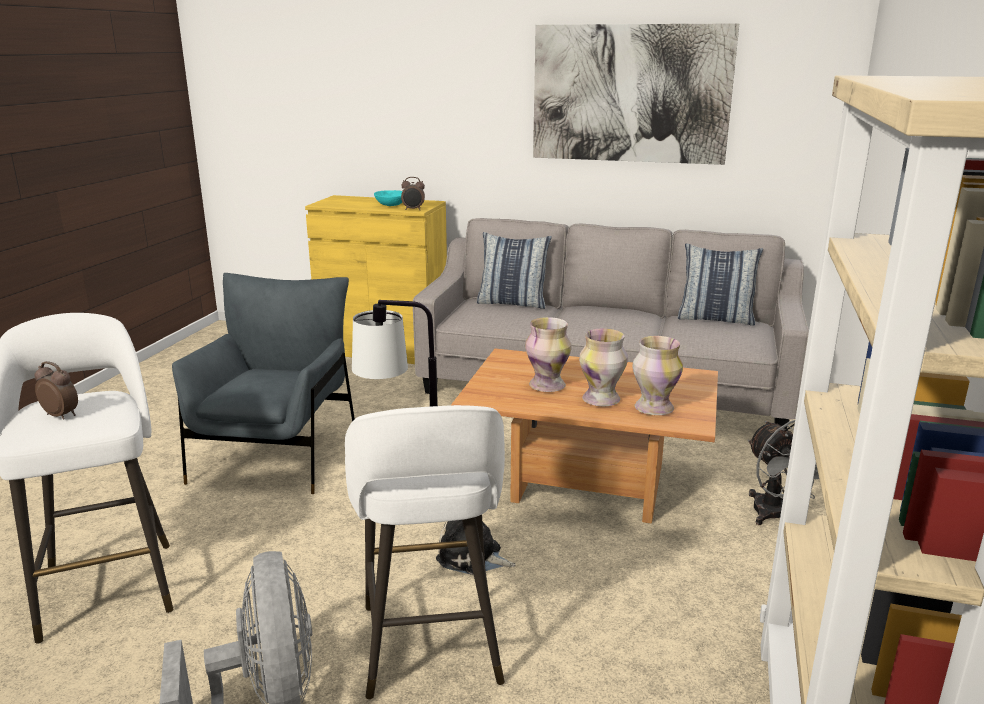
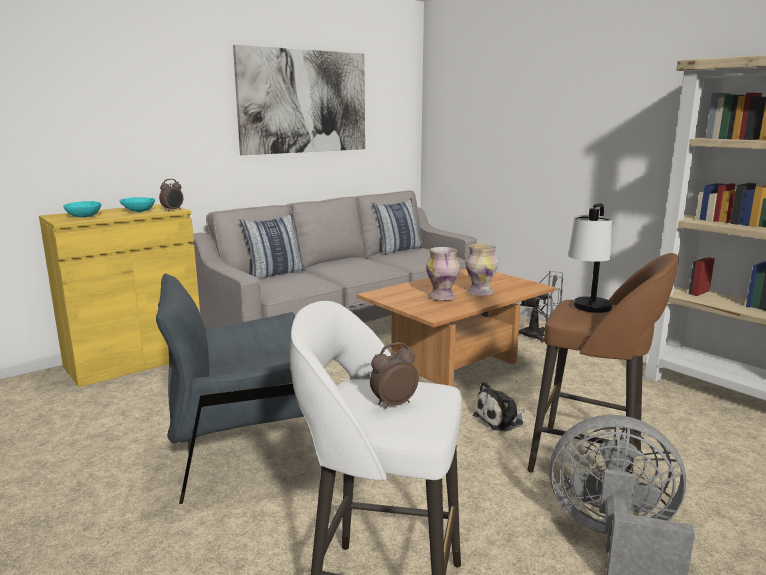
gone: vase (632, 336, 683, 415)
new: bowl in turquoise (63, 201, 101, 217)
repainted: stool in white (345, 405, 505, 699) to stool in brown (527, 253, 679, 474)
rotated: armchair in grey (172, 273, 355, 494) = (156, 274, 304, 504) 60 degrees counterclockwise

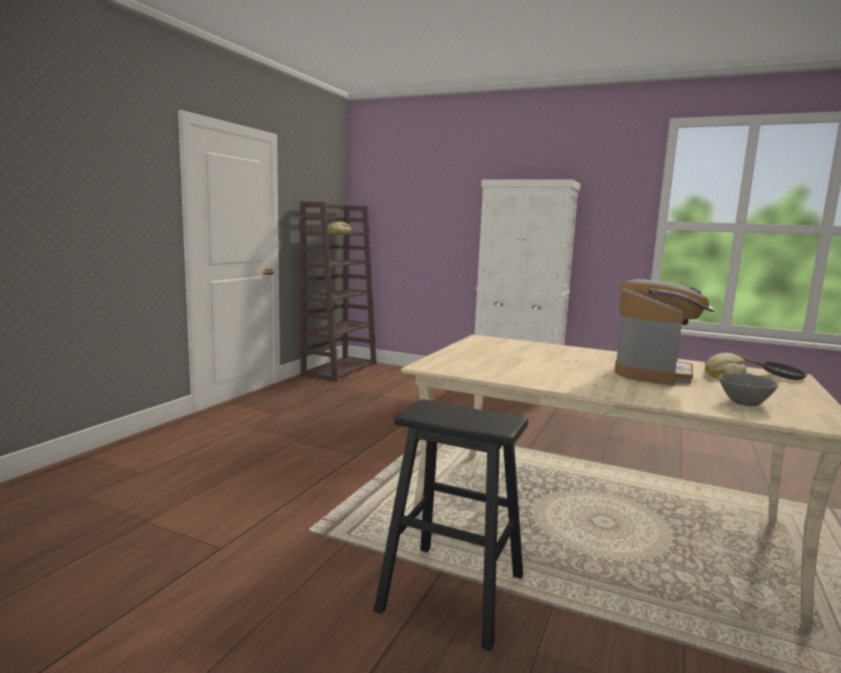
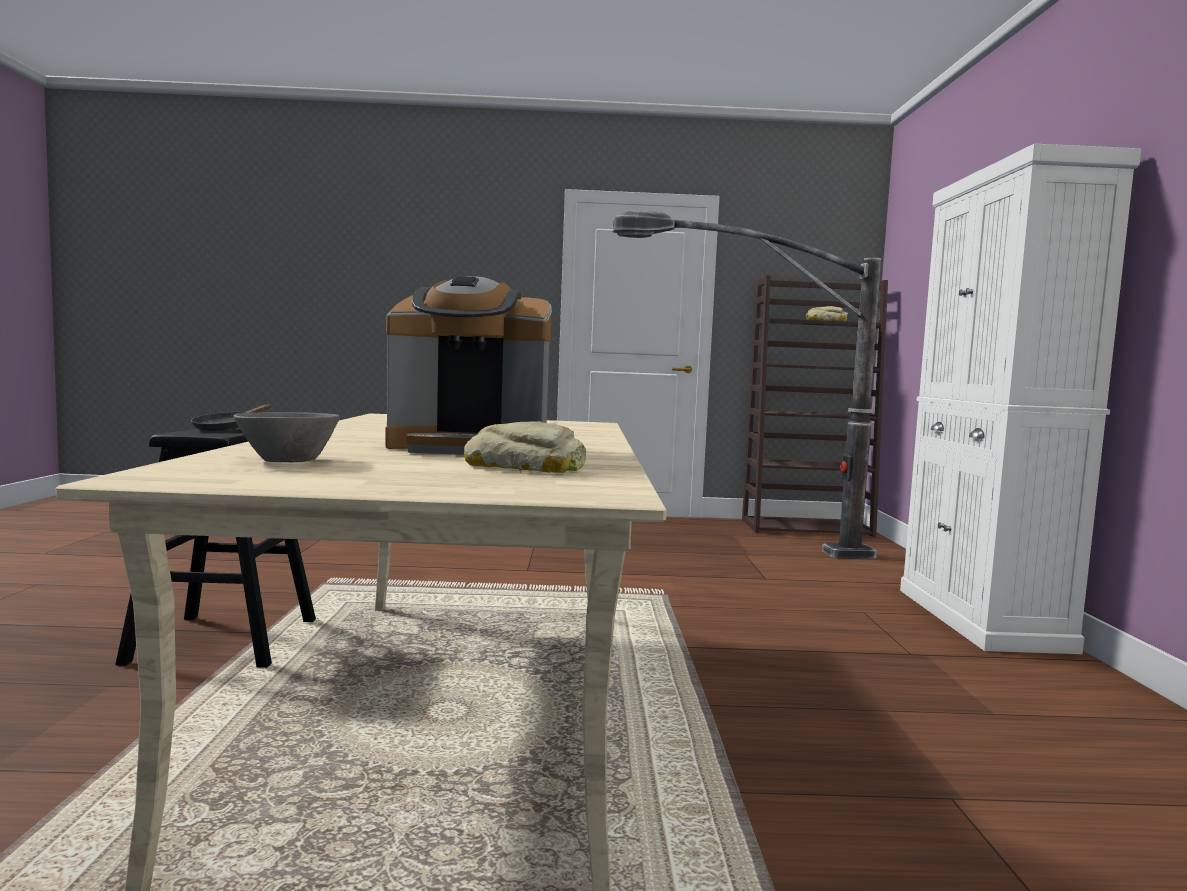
new: floor lamp (612, 211, 881, 559)
shifted: frying pan in black (733, 353, 807, 380) to (191, 404, 271, 431)

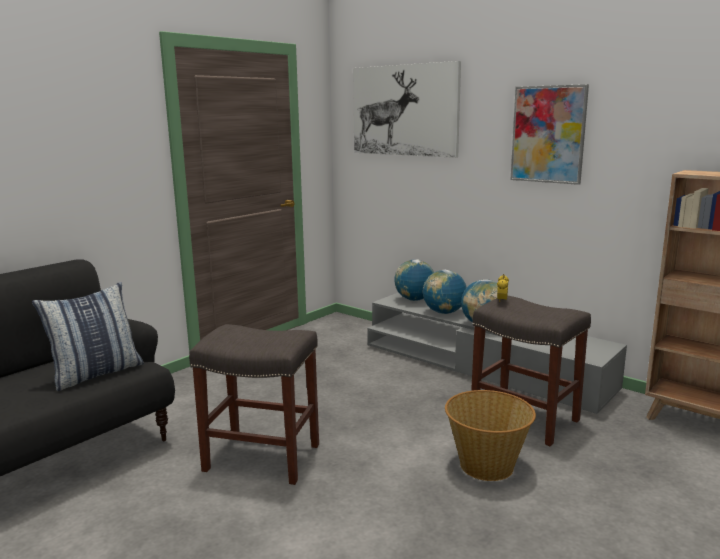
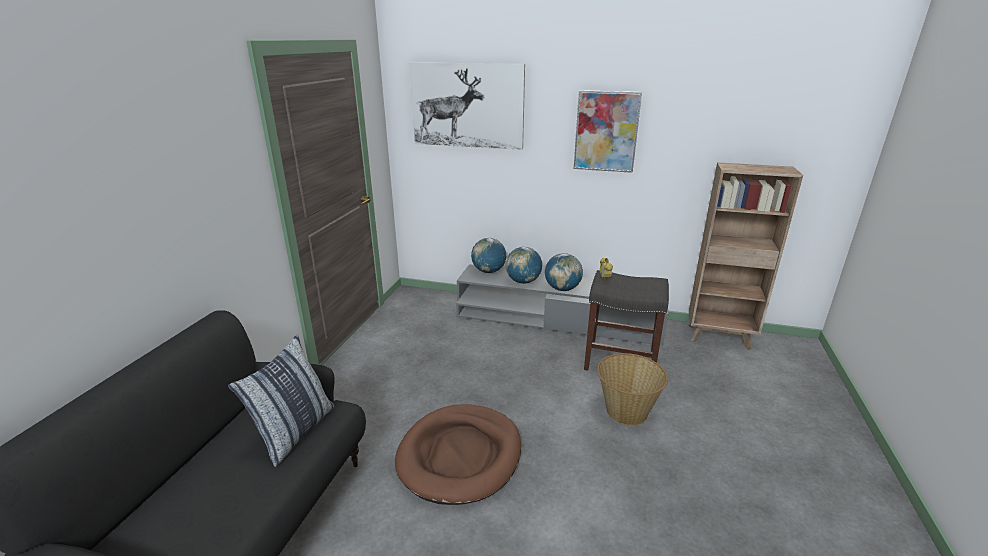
swapped: stool in grey (189, 324, 319, 485) to dog bed in brown (395, 404, 521, 505)

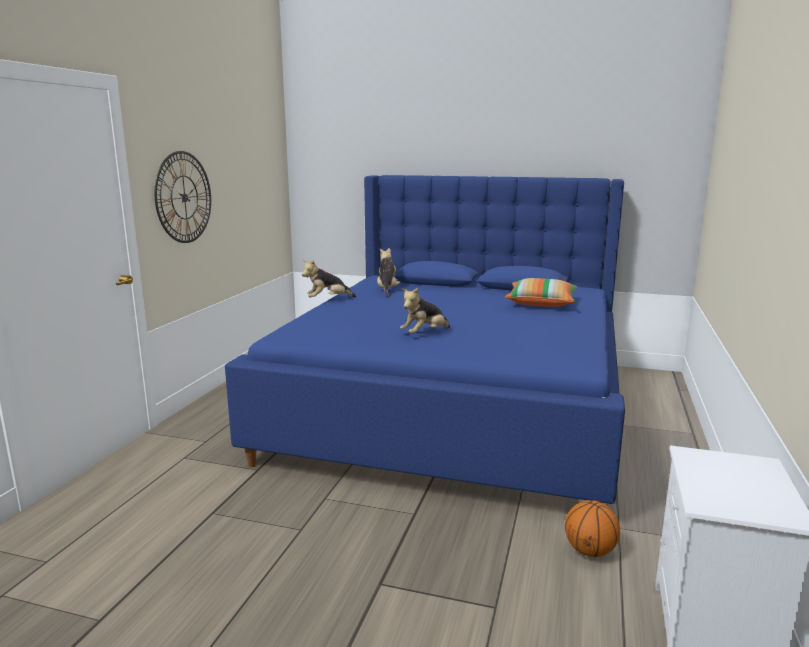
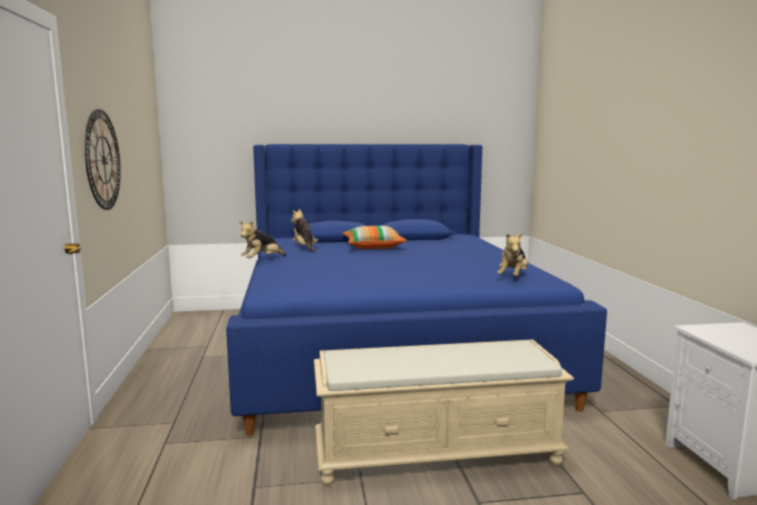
gone: basketball (565, 500, 620, 557)
new: bench in beige (314, 339, 574, 486)
shifted: pillow (505, 278, 577, 307) to (342, 226, 408, 249); plush toy (400, 288, 450, 334) to (497, 232, 529, 277)

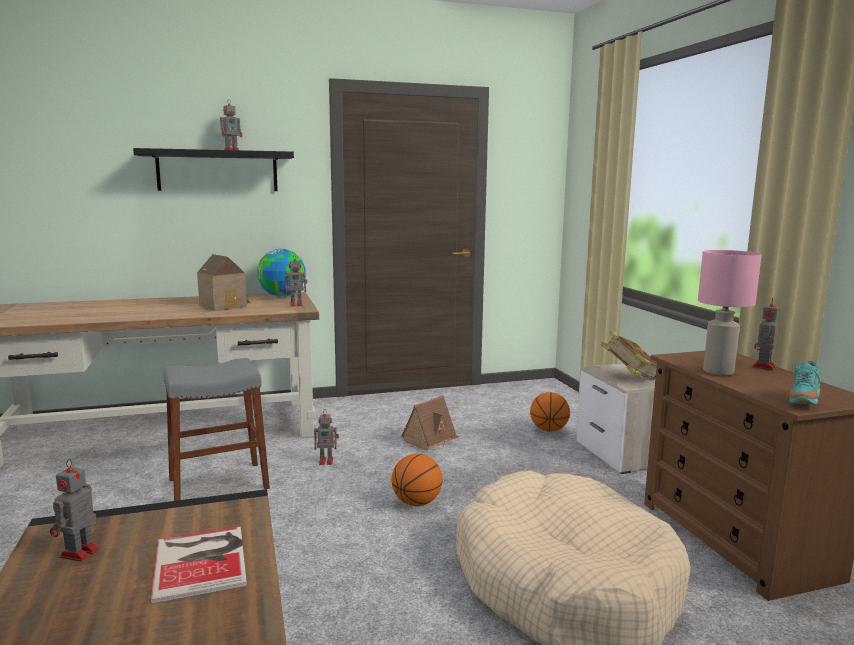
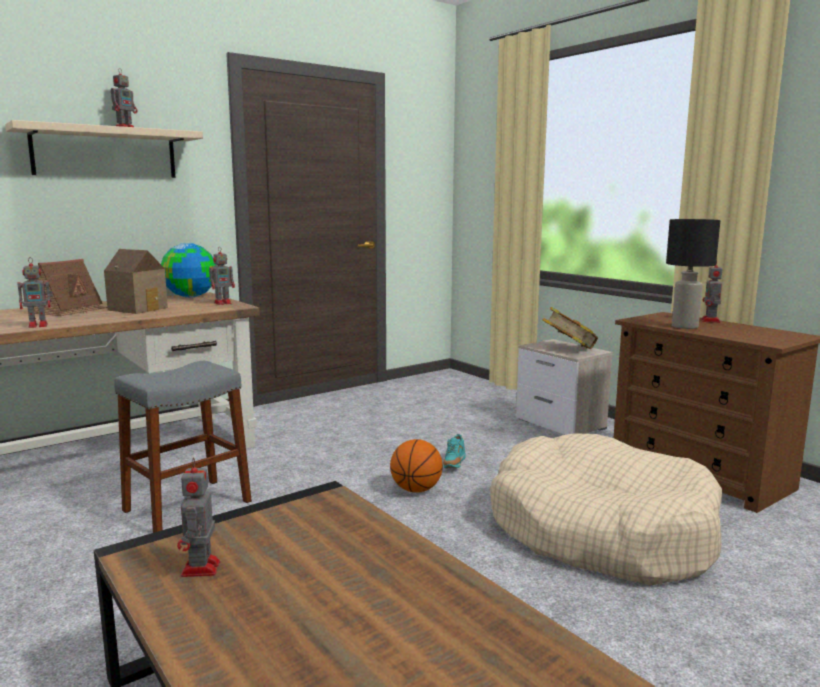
gone: book (150, 527, 247, 603); basketball (530, 392, 570, 432)
shifted: toy robot (314, 409, 339, 465) to (17, 257, 53, 328); toy house (401, 395, 460, 451) to (34, 259, 107, 316); shoe in turquoise (789, 361, 821, 404) to (443, 434, 466, 468)
repainted: shelf in black (133, 148, 294, 191) to shelf in beige (5, 120, 203, 178); table lamp in pink (698, 250, 762, 376) to table lamp in black (666, 219, 720, 329)

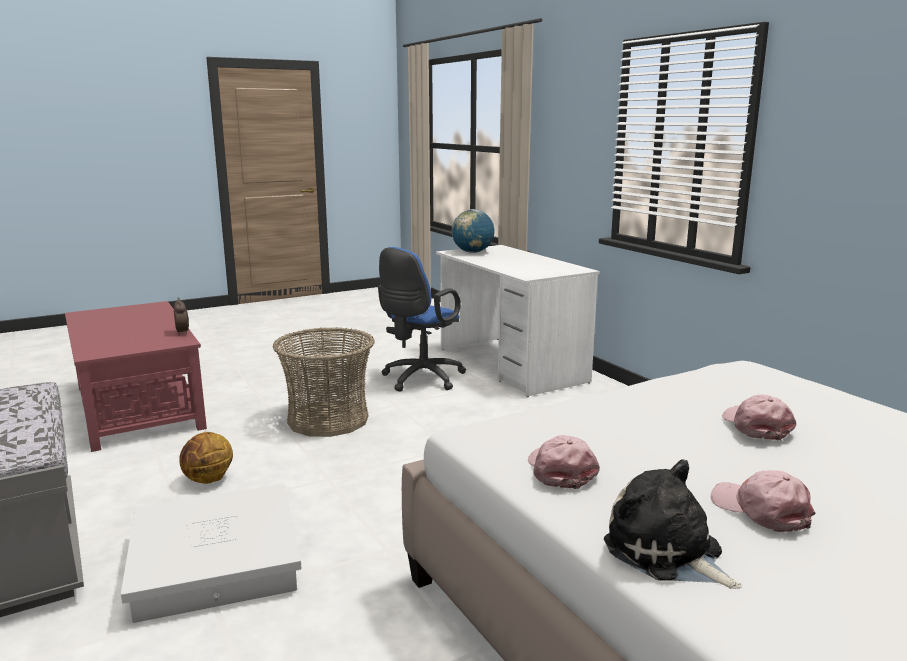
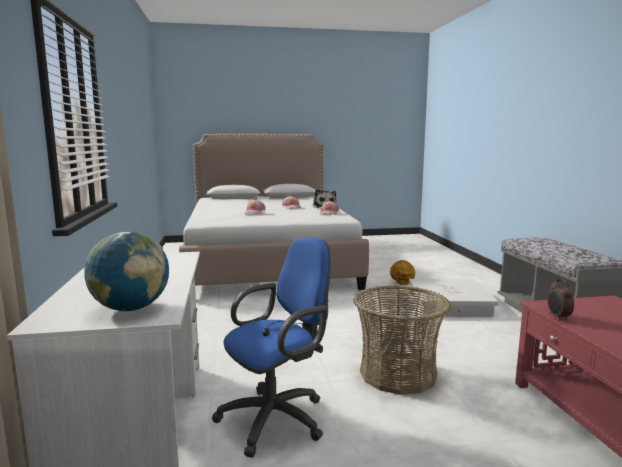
shifted: basketball (179, 432, 233, 484) to (390, 260, 415, 285)

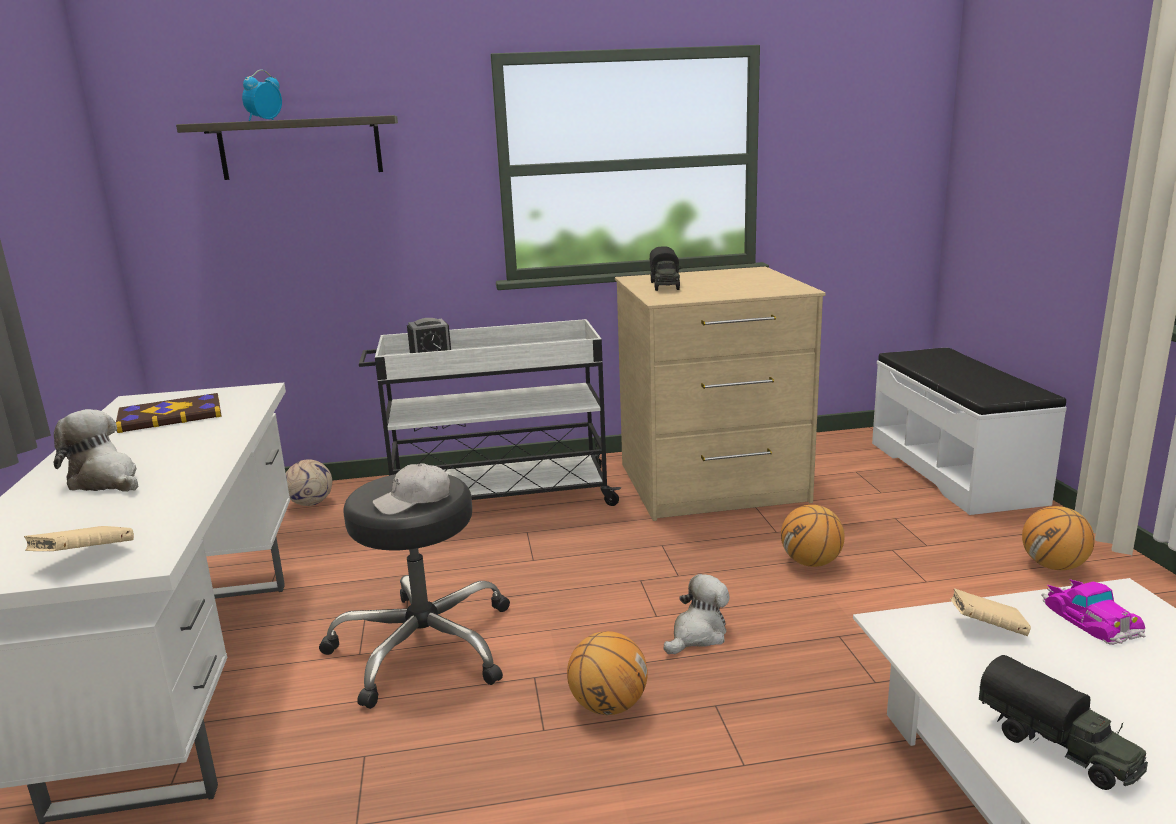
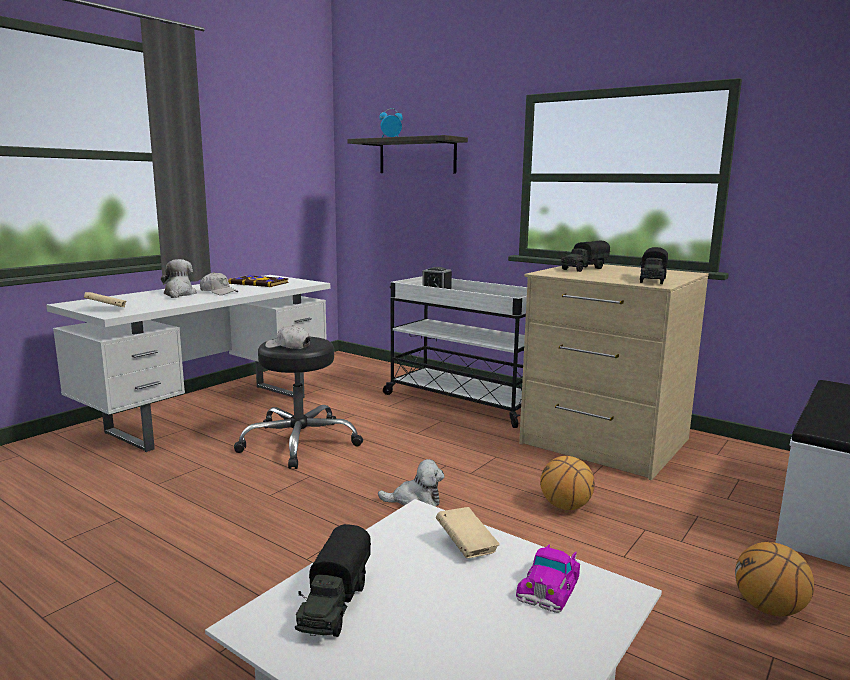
gone: football (286, 459, 332, 506); basketball (567, 631, 648, 715)
new: cap in white (200, 272, 239, 295); toy truck (640, 247, 668, 284)

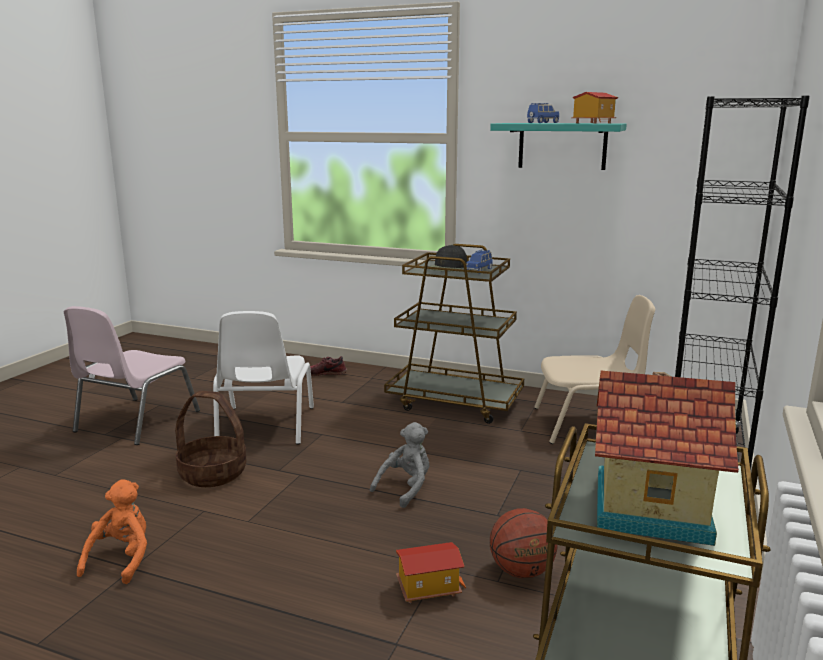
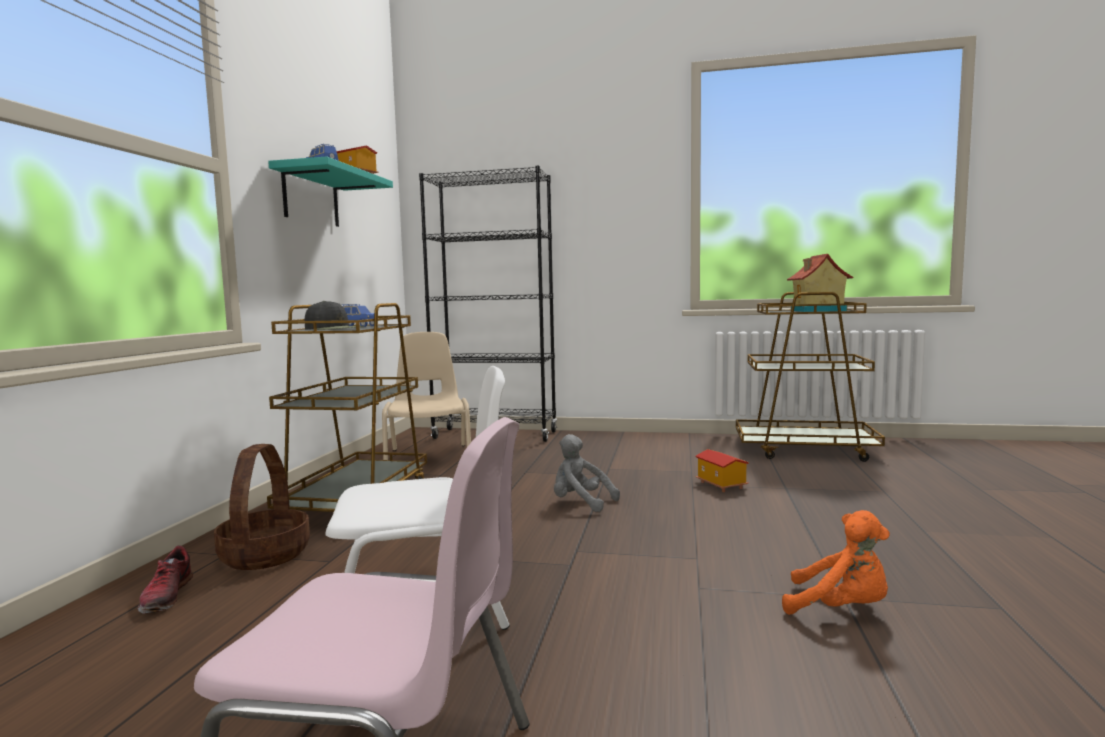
gone: basketball (490, 508, 558, 578)
shifted: basket (175, 391, 247, 487) to (214, 444, 310, 570)
rotated: plush toy in orange (77, 479, 147, 584) = (782, 510, 890, 615) 150 degrees counterclockwise

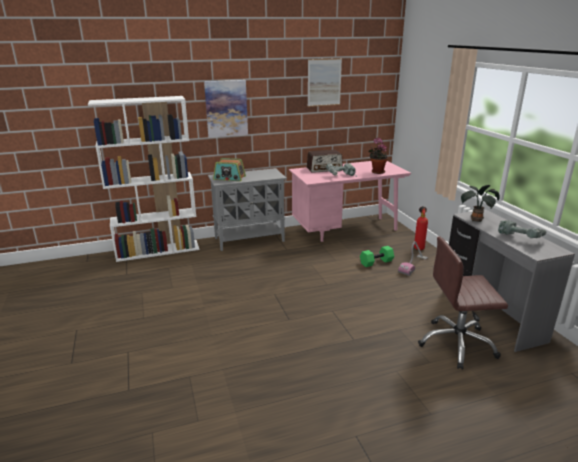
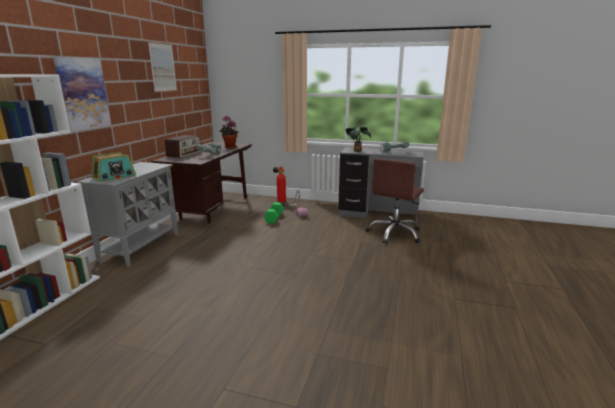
repainted: desk in pink (289, 161, 411, 242) to desk in brown (151, 142, 252, 223)

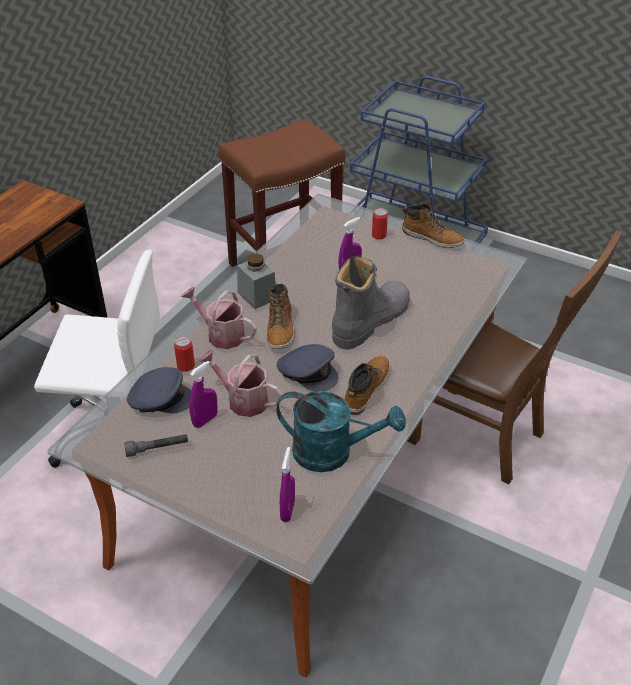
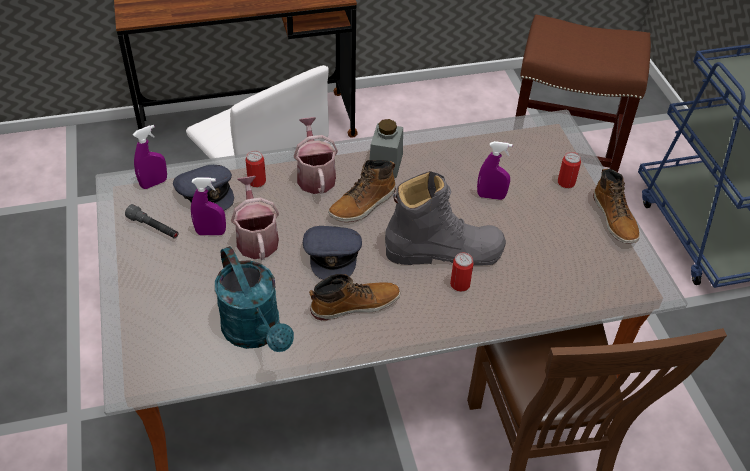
new: can (450, 253, 474, 291)
shifted: spray bottle in purple (280, 447, 295, 522) to (133, 125, 167, 189)

